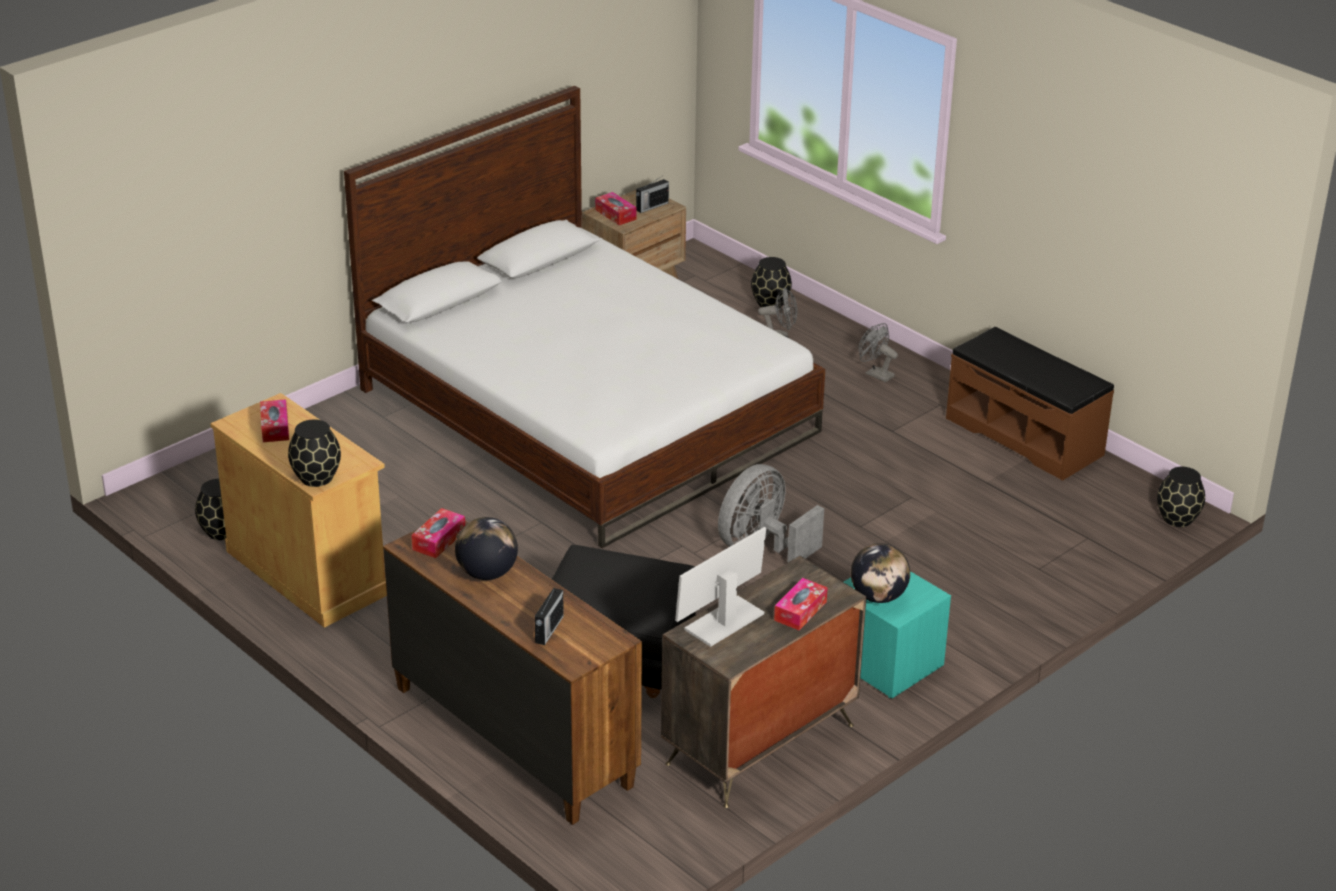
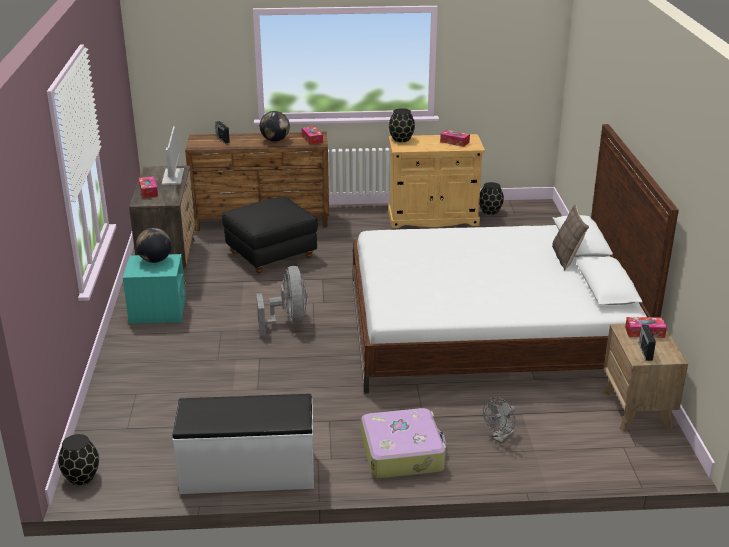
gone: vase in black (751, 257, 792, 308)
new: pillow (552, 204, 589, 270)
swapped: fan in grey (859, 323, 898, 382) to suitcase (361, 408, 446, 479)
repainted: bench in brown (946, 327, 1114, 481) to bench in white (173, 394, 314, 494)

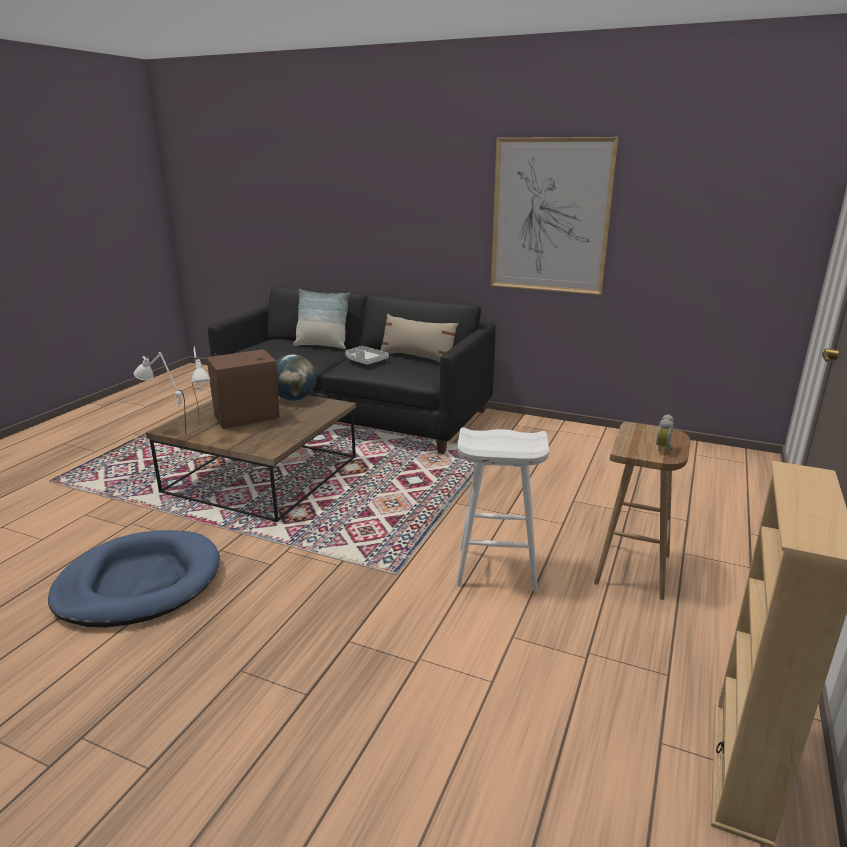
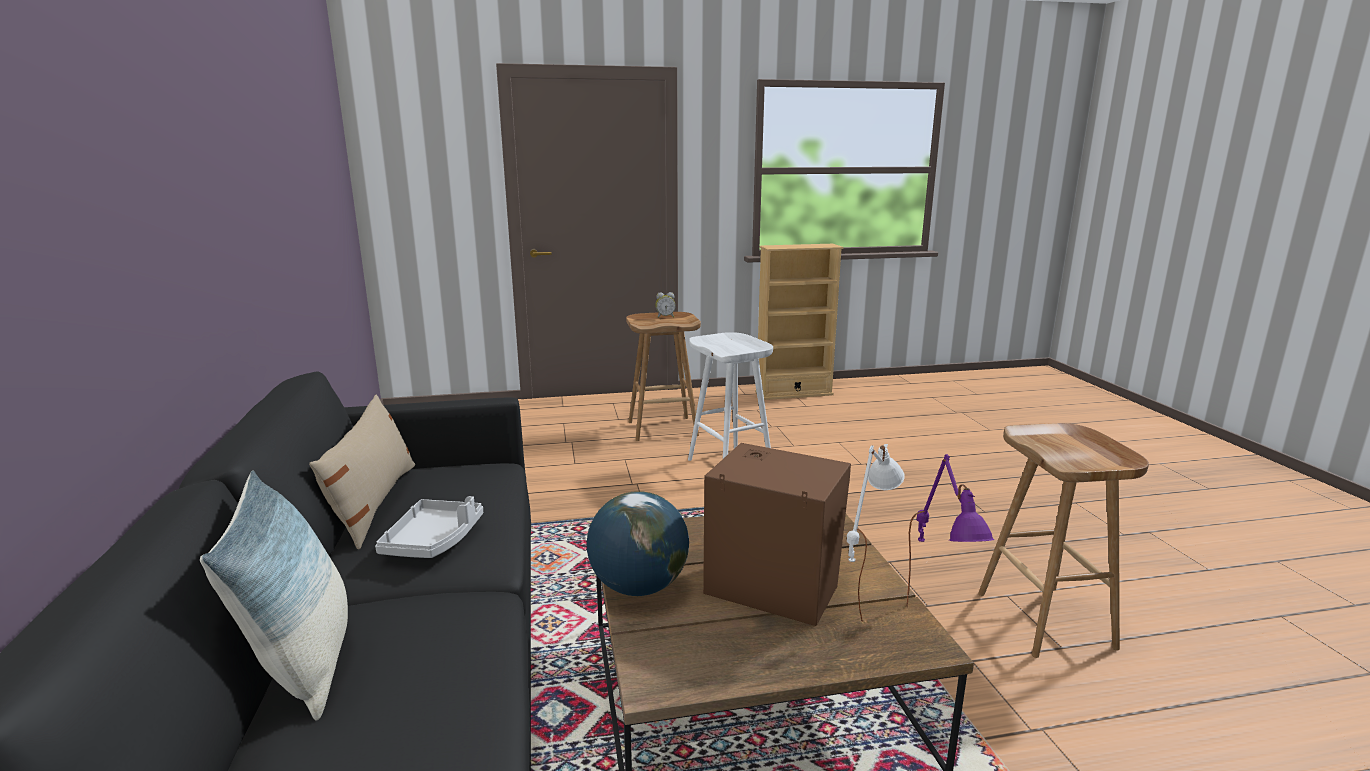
gone: picture (491, 137, 618, 295)
swapped: dog bed in blue (48, 530, 220, 628) to stool in brown (978, 423, 1149, 658)
repainted: table lamp in white (134, 352, 186, 434) to table lamp in purple (906, 454, 995, 607)

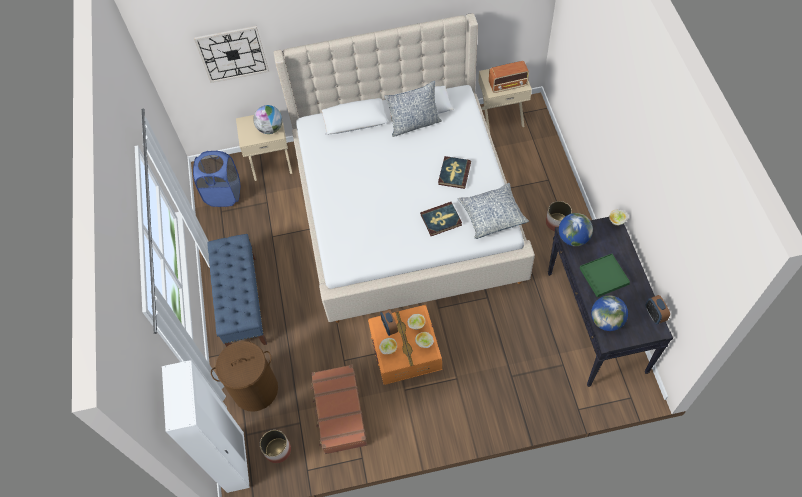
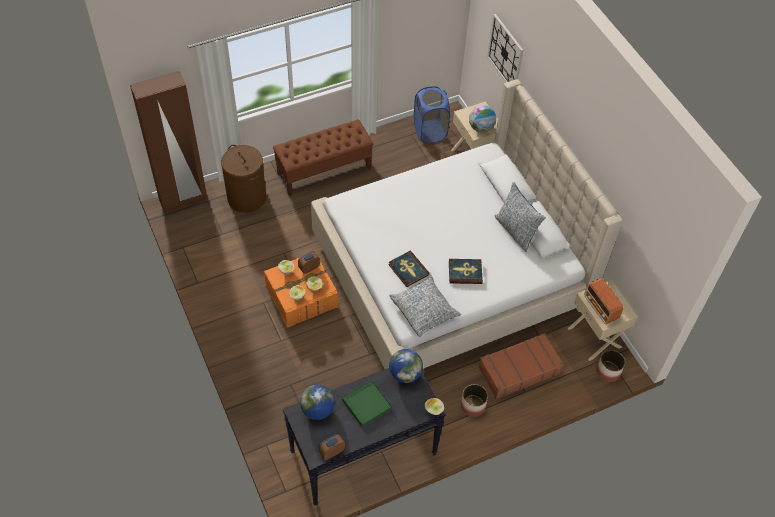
shifted: suitcase in brown (311, 365, 367, 454) to (478, 333, 564, 399); planter (260, 430, 291, 463) to (596, 350, 625, 382)
repainted: wardrobe in white (162, 361, 250, 493) to wardrobe in brown (130, 71, 208, 213); bench in blue (207, 234, 267, 347) to bench in brown (273, 119, 373, 196)

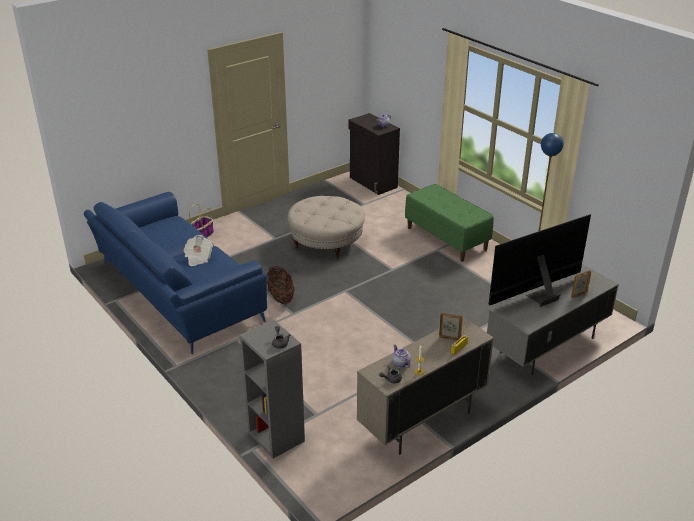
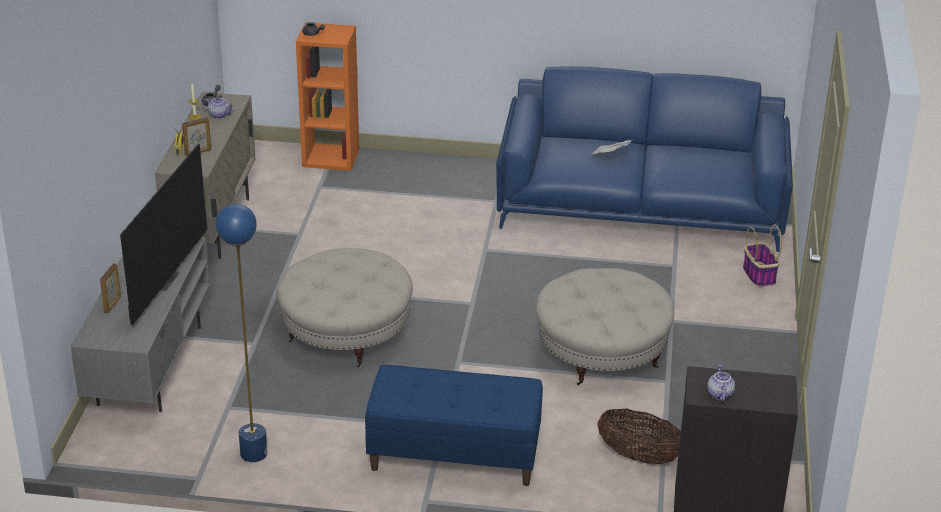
new: ottoman in beige (276, 248, 413, 368)
shifted: basket (267, 266, 295, 304) to (597, 409, 681, 464)
repainted: bookcase in grey (239, 320, 305, 458) to bookcase in orange (296, 22, 359, 171); bench in green (405, 184, 494, 262) to bench in blue (365, 365, 543, 486)

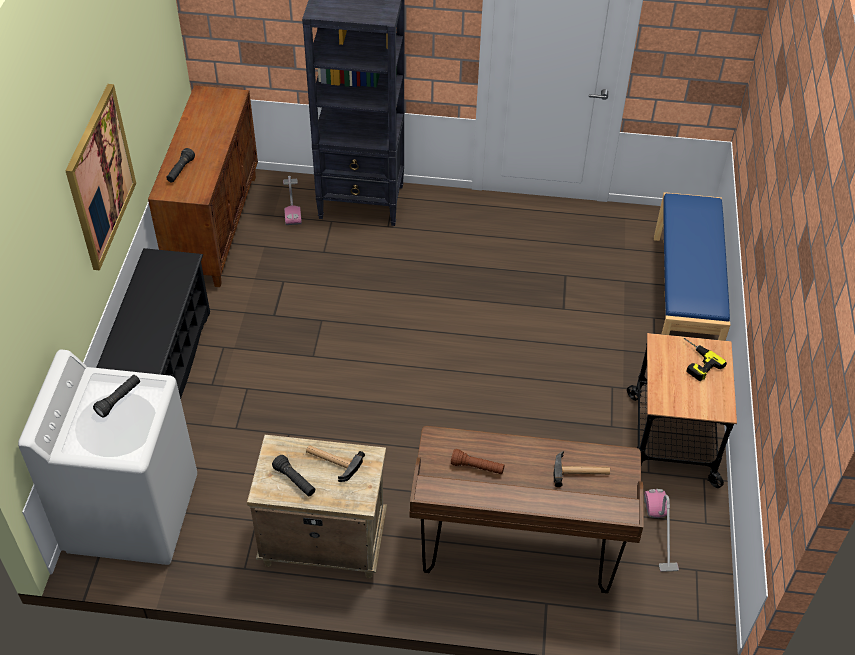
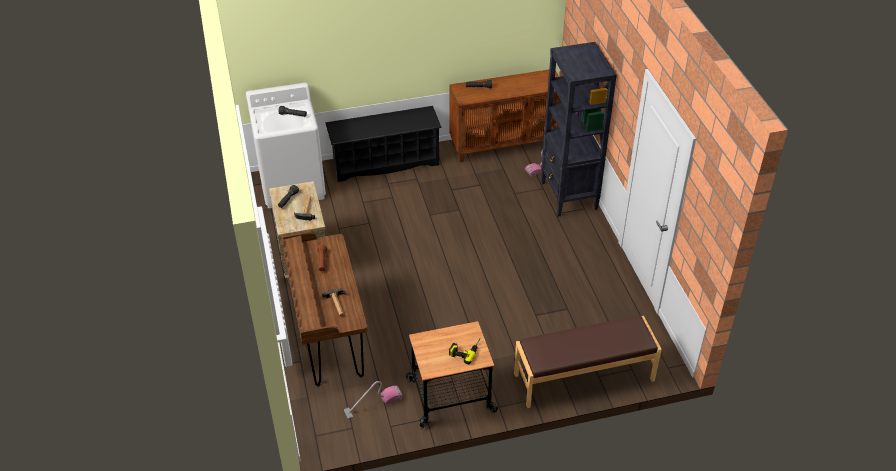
gone: picture (65, 84, 136, 270)
repainted: bench in blue (654, 192, 730, 341) to bench in brown (514, 315, 662, 408)

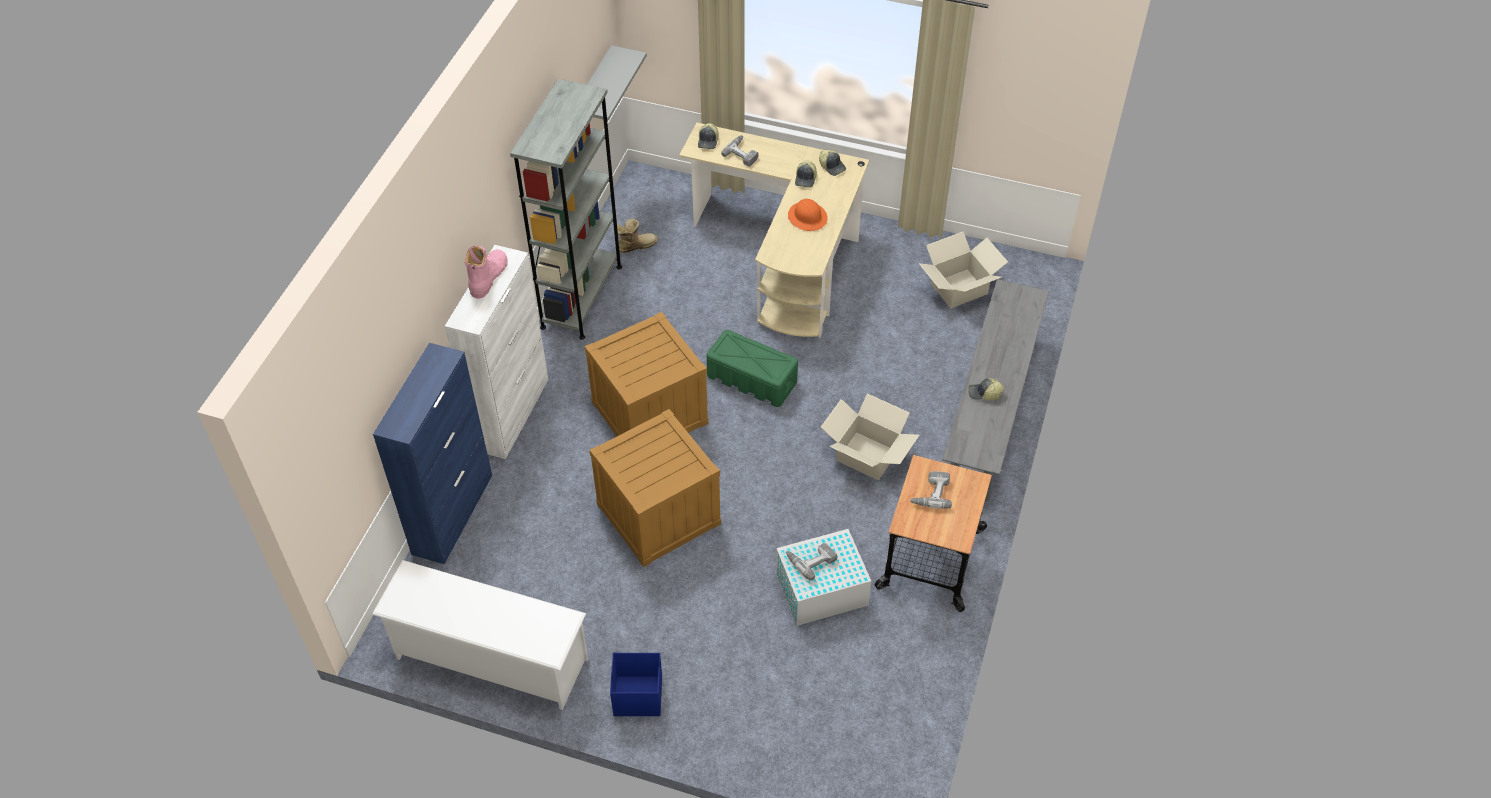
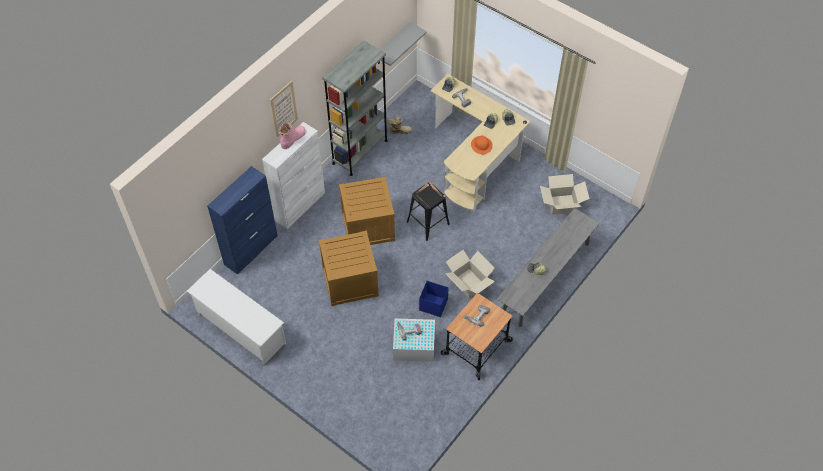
new: picture (270, 81, 298, 138)
shifted: storage box in blue (610, 653, 662, 716) to (419, 281, 449, 317)
swapped: storage box in green (707, 330, 798, 407) to stool in black (407, 182, 450, 241)

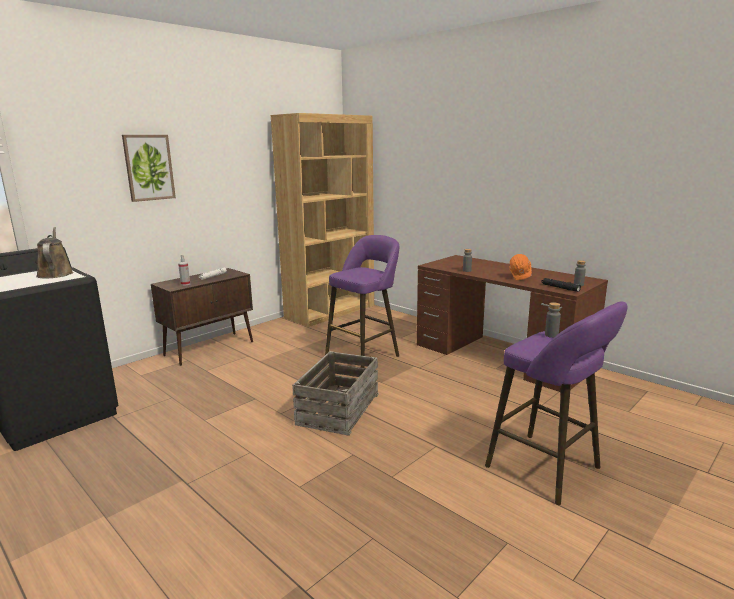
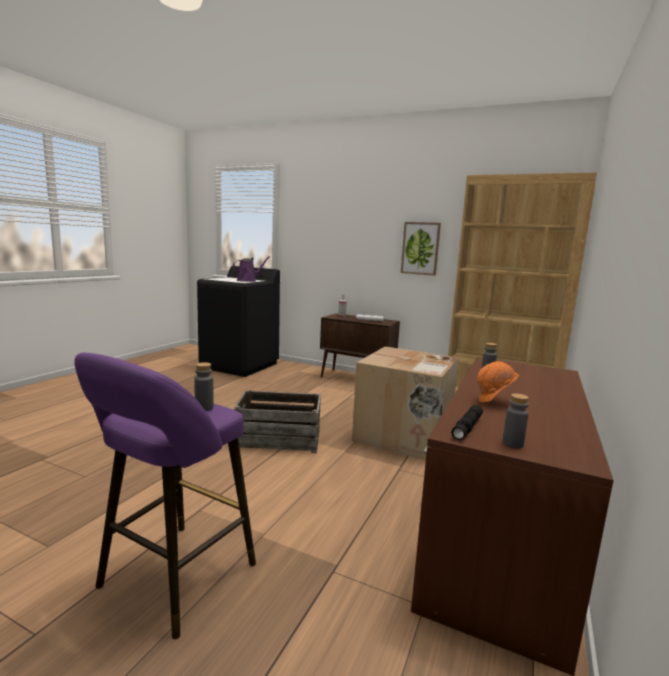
shifted: picture (122, 135, 176, 202) to (401, 222, 441, 276)
swapped: stool in purple (325, 235, 399, 368) to cardboard box (352, 347, 459, 460)
repainted: watering can in brown (36, 227, 74, 278) to watering can in purple (233, 256, 270, 282)

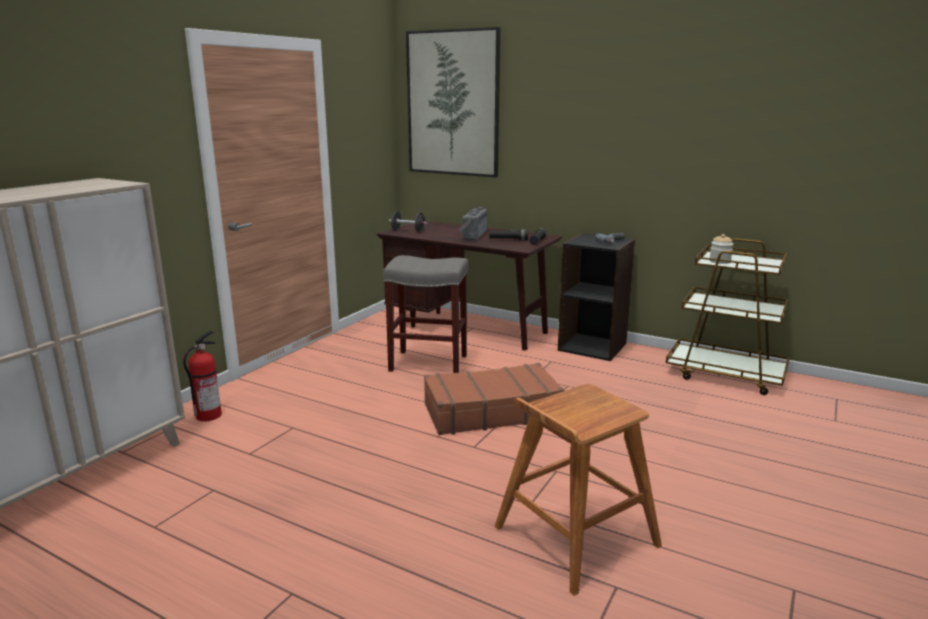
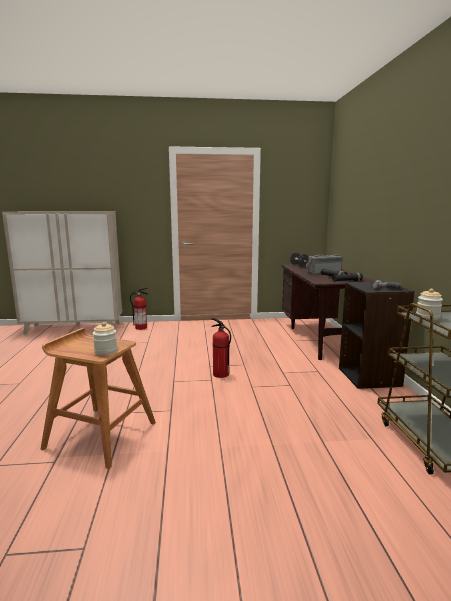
gone: stool in grey (383, 255, 468, 373); picture (406, 27, 500, 177)
new: jar (93, 322, 117, 355)
swapped: suitcase in brown (424, 363, 564, 435) to fire extinguisher (211, 318, 231, 378)

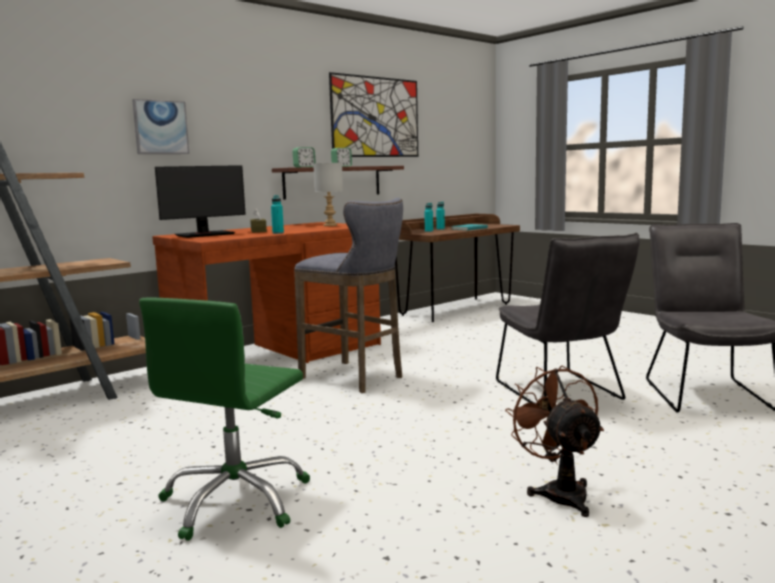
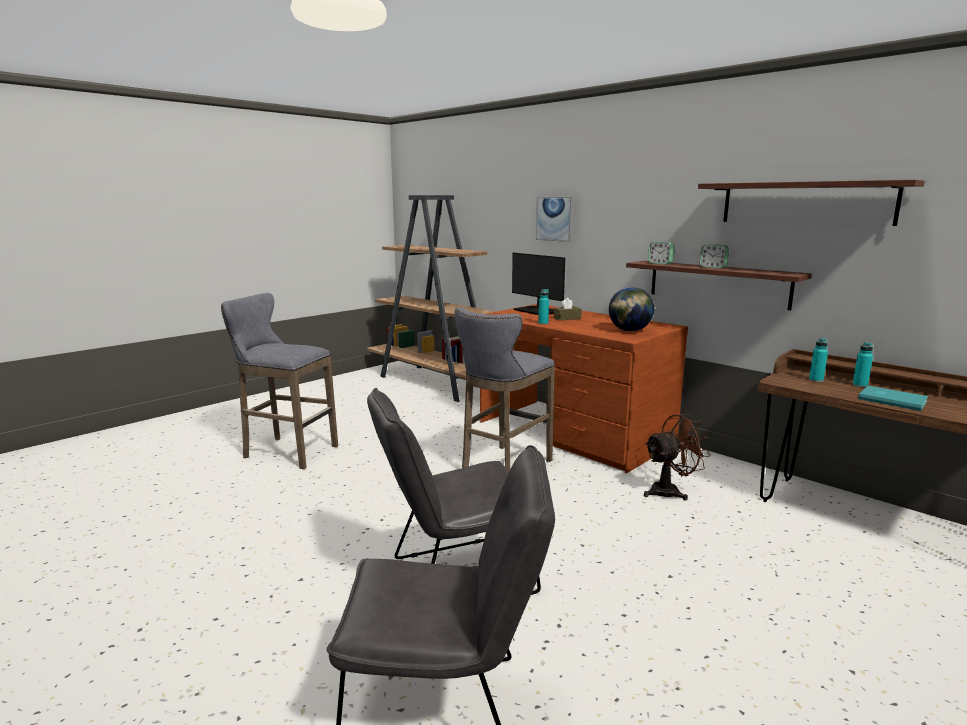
shifted: fan in brown (505, 366, 604, 517) to (644, 414, 711, 501)
swapped: office chair in green (139, 298, 310, 541) to stool in grey (221, 293, 338, 469); table lamp in grey (313, 163, 343, 226) to globe (609, 287, 654, 331); picture (329, 72, 418, 157) to shelf (698, 180, 925, 226)

